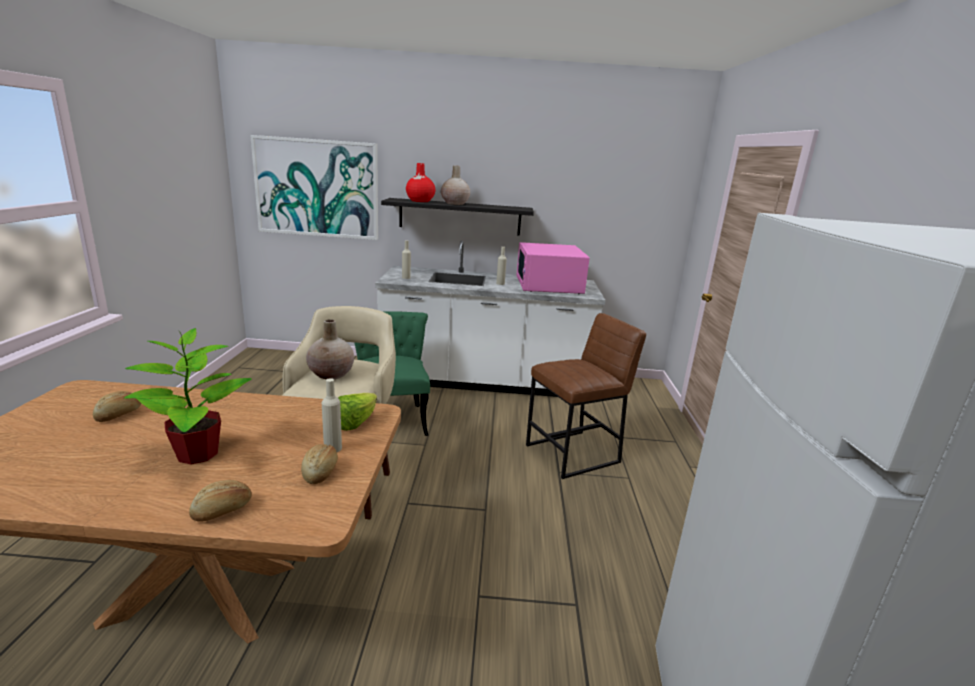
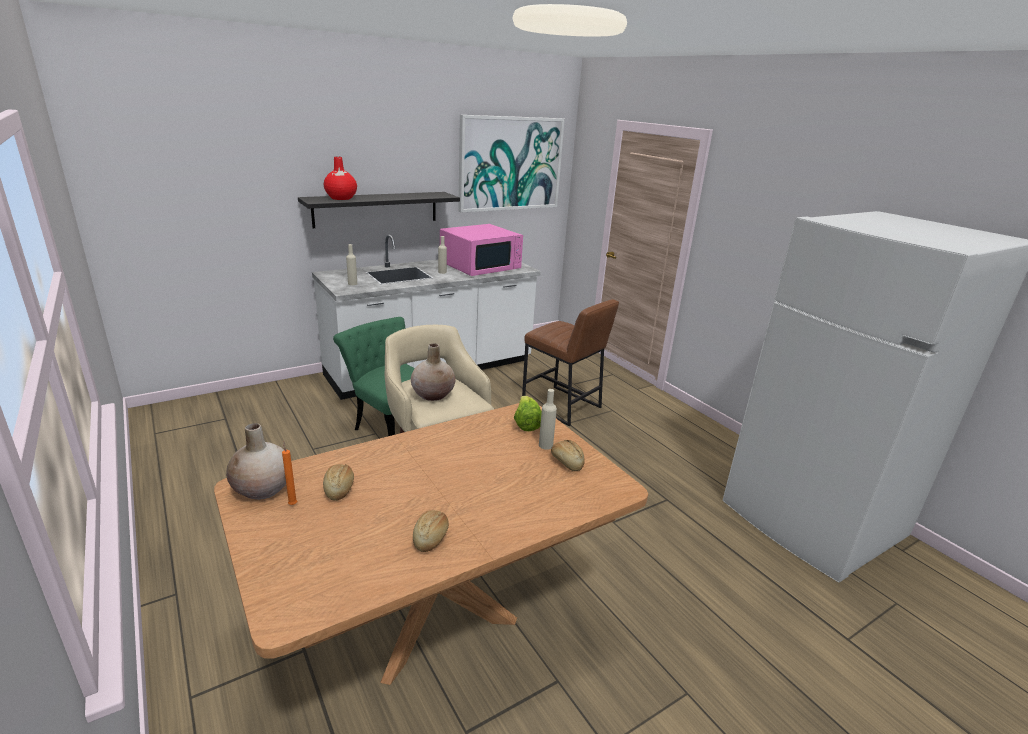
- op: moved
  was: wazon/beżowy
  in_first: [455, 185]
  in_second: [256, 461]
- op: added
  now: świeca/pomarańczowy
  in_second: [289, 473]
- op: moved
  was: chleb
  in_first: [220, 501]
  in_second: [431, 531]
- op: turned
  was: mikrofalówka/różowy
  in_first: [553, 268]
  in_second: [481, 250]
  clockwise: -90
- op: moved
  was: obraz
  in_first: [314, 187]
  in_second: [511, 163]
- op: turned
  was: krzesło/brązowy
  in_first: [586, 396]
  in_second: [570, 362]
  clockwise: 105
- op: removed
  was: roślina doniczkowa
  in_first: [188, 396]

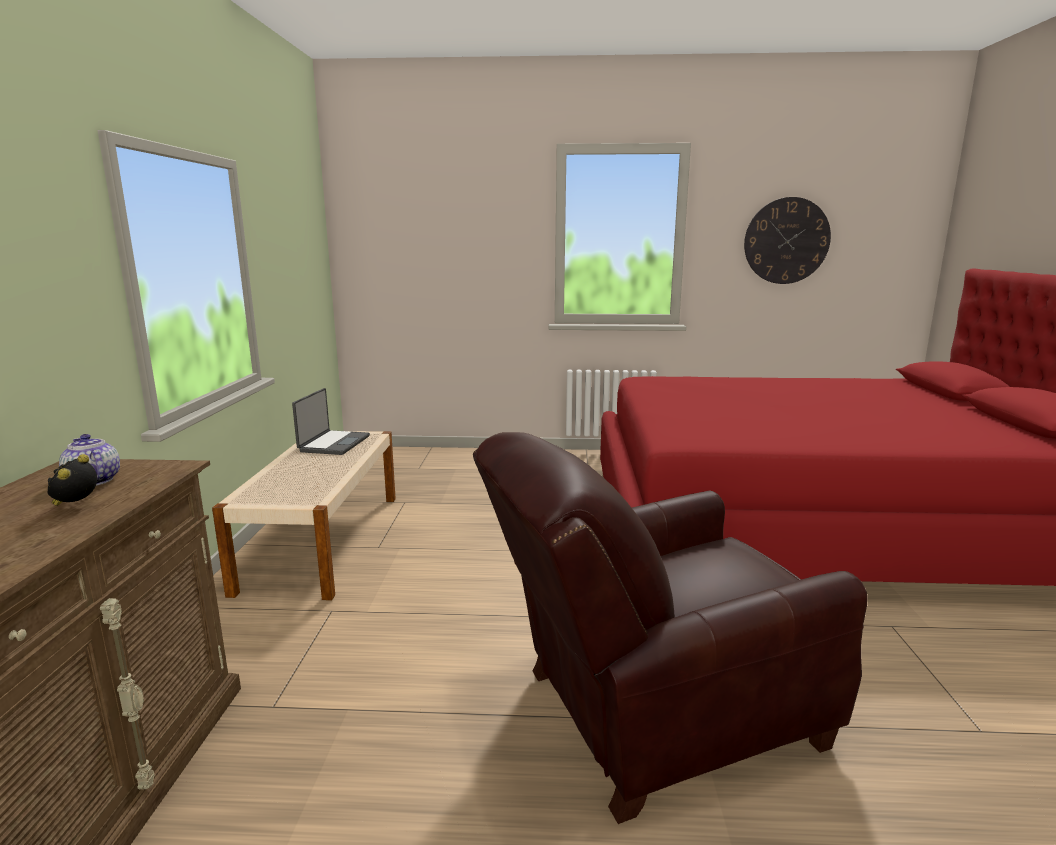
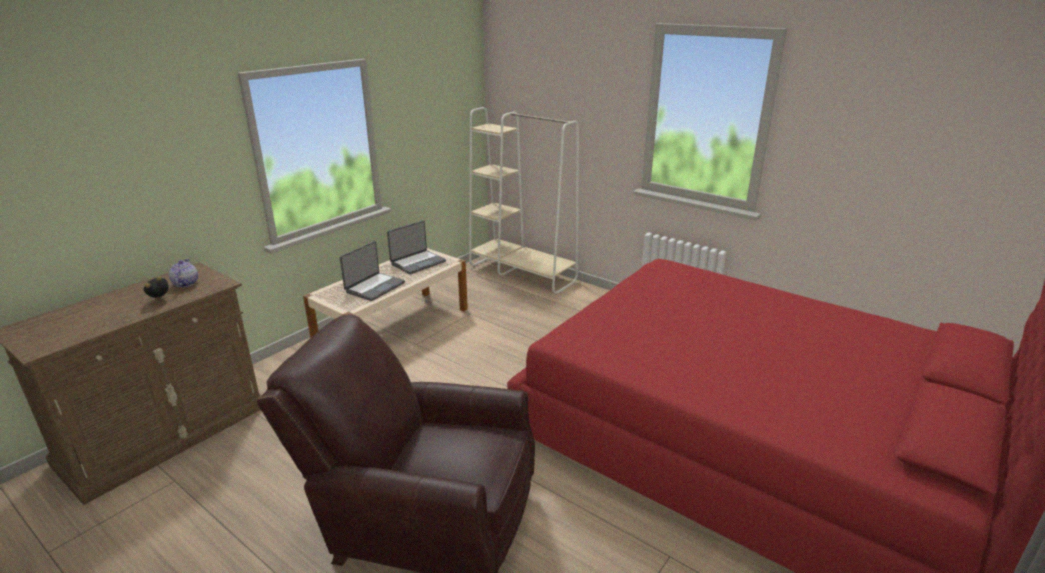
- op: added
  now: laptop
  in_second: [372, 271]
- op: added
  now: wieszak/beżowy
  in_second: [524, 200]
- op: removed
  was: zegar ścienny
  in_first: [787, 240]

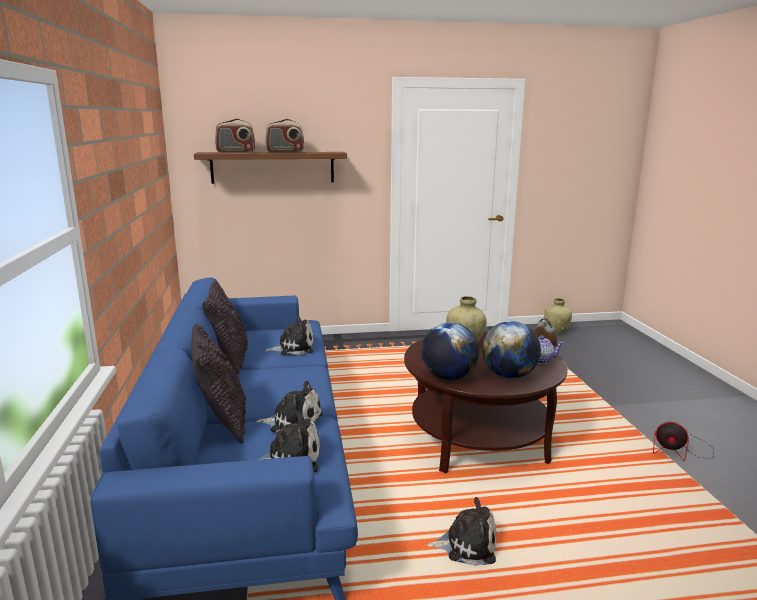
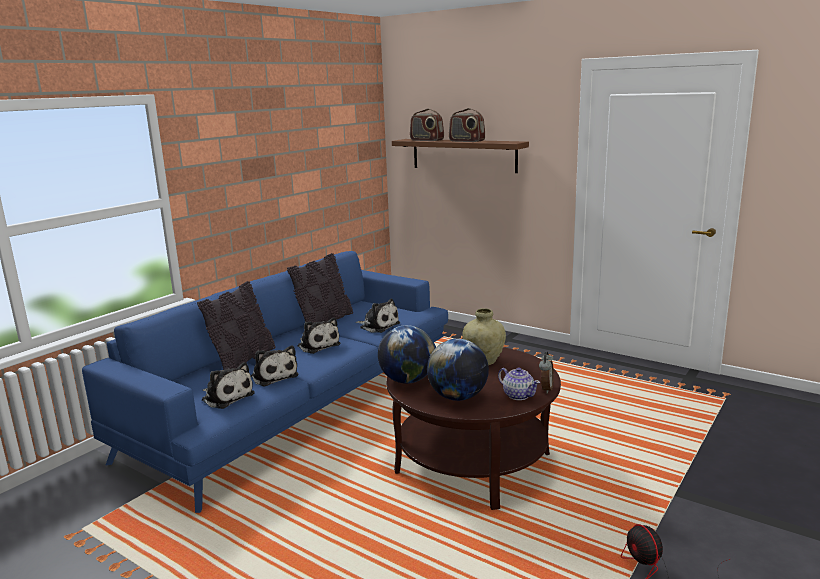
- op: moved
  was: pluszak
  in_first: [461, 531]
  in_second: [319, 335]
- op: removed
  was: wazon/beżowy
  in_first: [558, 316]

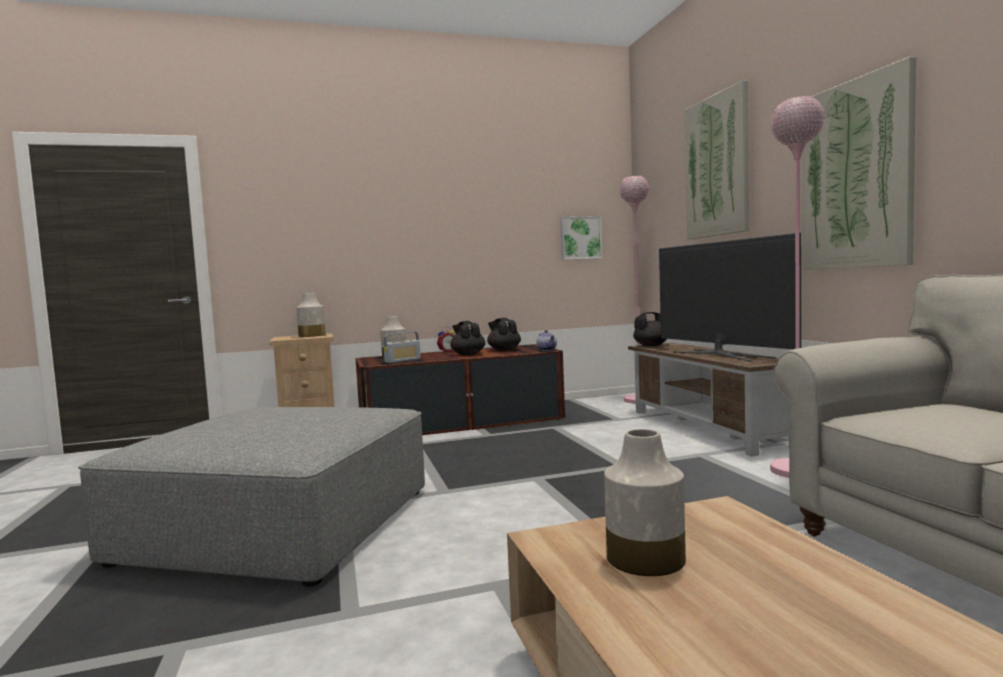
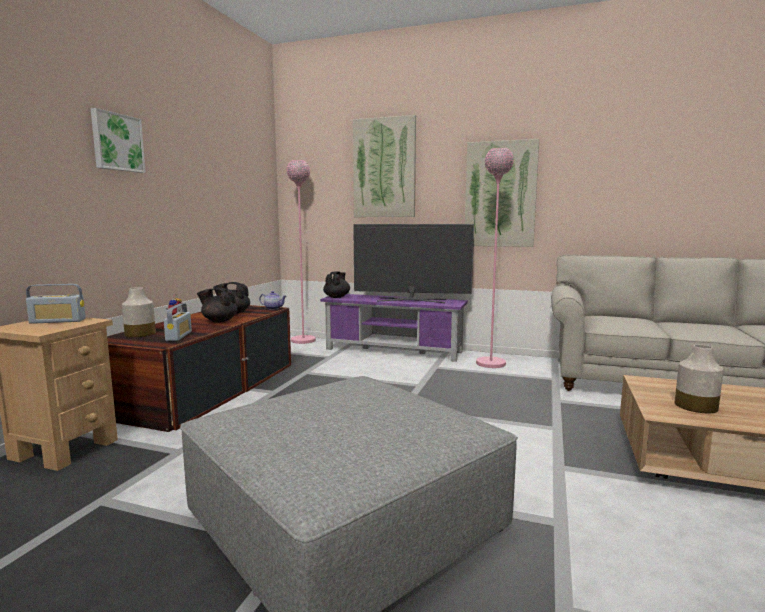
- op: replaced
  was: wazon/beżowy
  now: radio
  in_first: [311, 315]
  in_second: [56, 304]
- op: moved
  was: obraz
  in_first: [581, 238]
  in_second: [118, 140]
- op: recoloured
  was: szafka pod telewizor/brązowy
  now: szafka pod telewizor/fioletowy
  in_first: [708, 400]
  in_second: [394, 328]

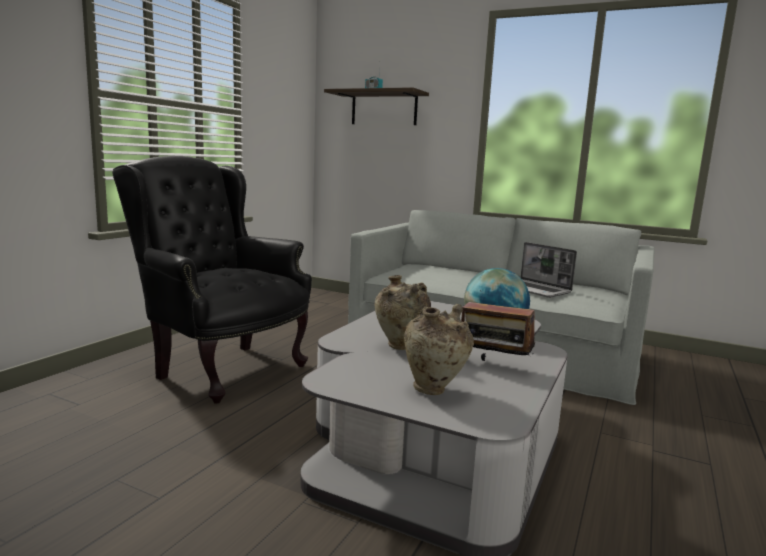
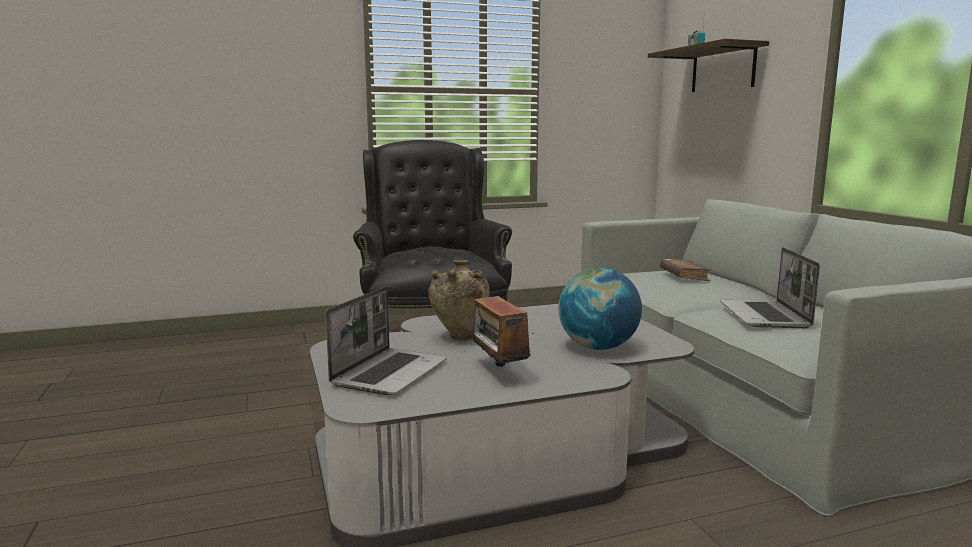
- op: replaced
  was: wazon/beżowy
  now: laptop
  in_first: [439, 349]
  in_second: [386, 340]
- op: added
  now: książka/brązowy
  in_second: [686, 270]

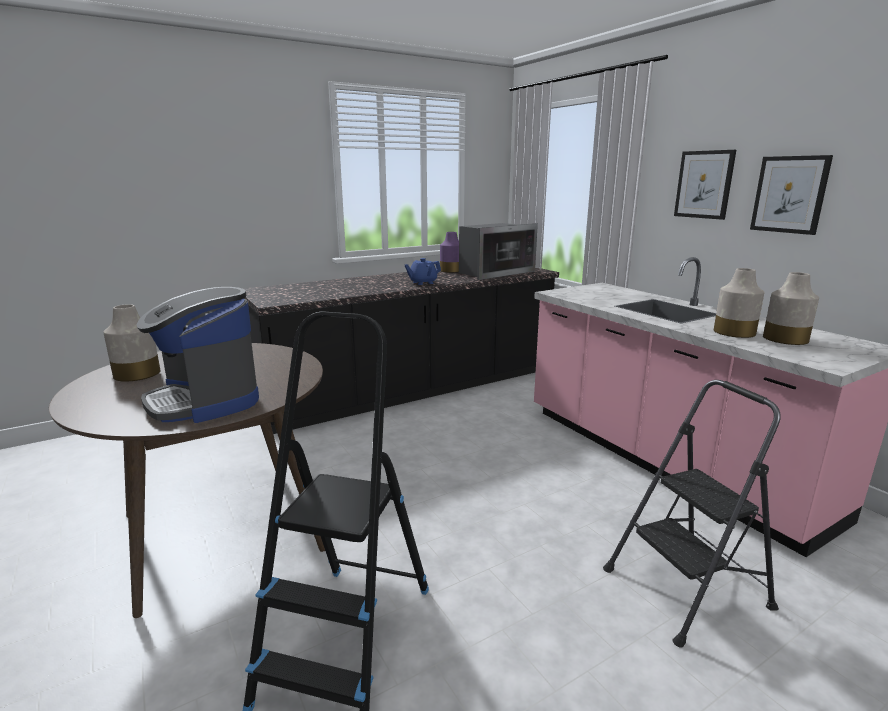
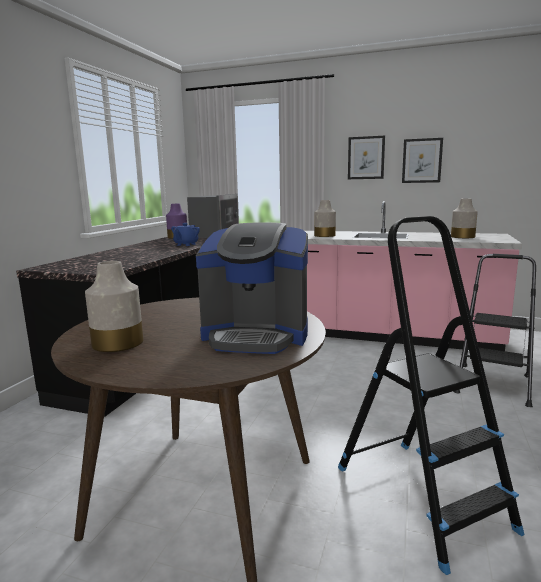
- op: moved
  was: wazon/beżowy
  in_first: [739, 303]
  in_second: [325, 218]

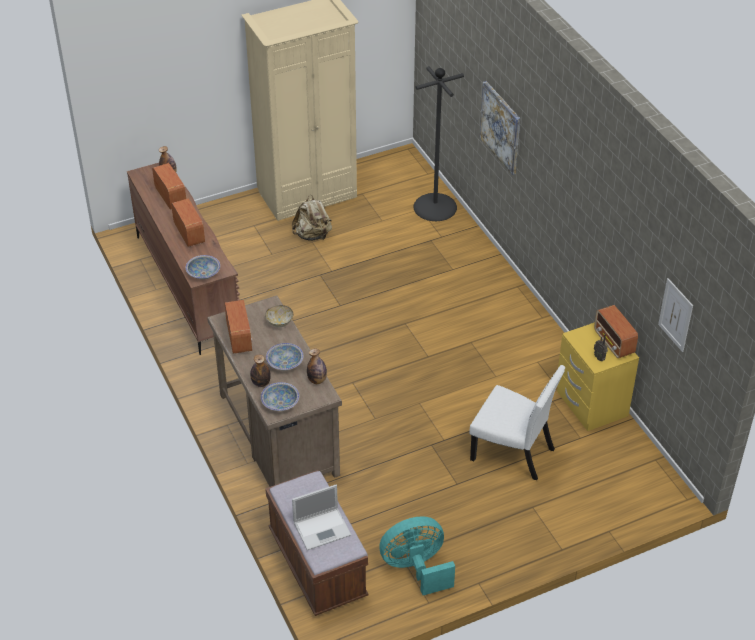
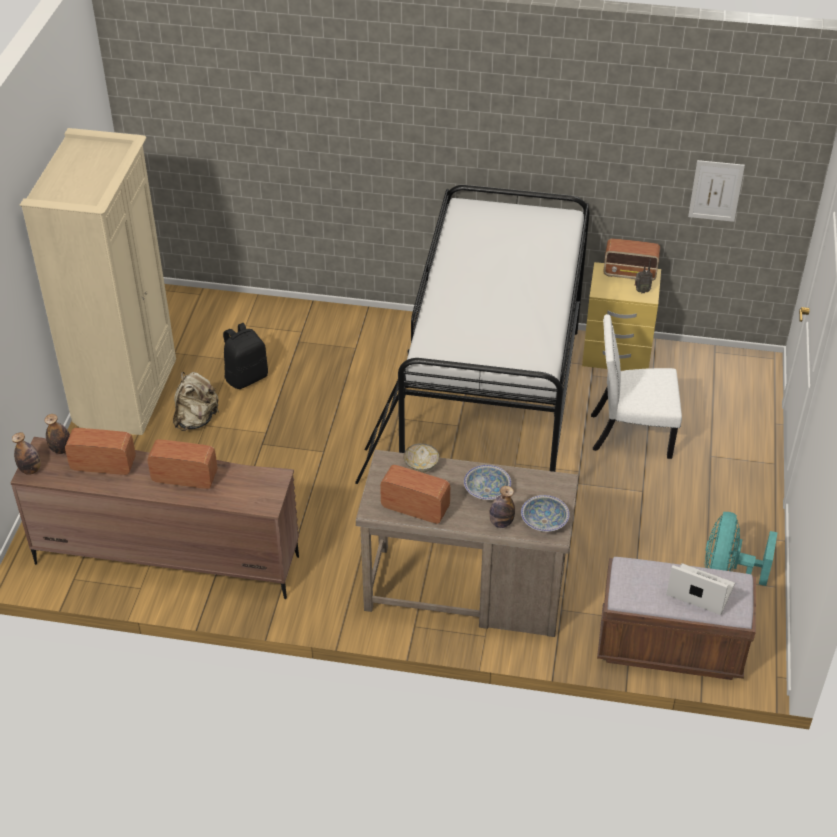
- op: moved
  was: butelka
  in_first: [317, 366]
  in_second: [26, 453]
- op: added
  now: plecak/czarny
  in_second: [245, 356]
- op: added
  now: łóżko/czarny
  in_second: [472, 334]
- op: turned
  was: krzesło/biały
  in_first: [517, 422]
  in_second: [636, 386]
  clockwise: -150
- op: turned
  was: laptop
  in_first: [321, 517]
  in_second: [700, 589]
  clockwise: -75
- op: removed
  was: miska
  in_first: [202, 267]
- op: removed
  was: wieszak/czarny
  in_first: [438, 143]
- op: removed
  was: obraz
  in_first: [500, 128]

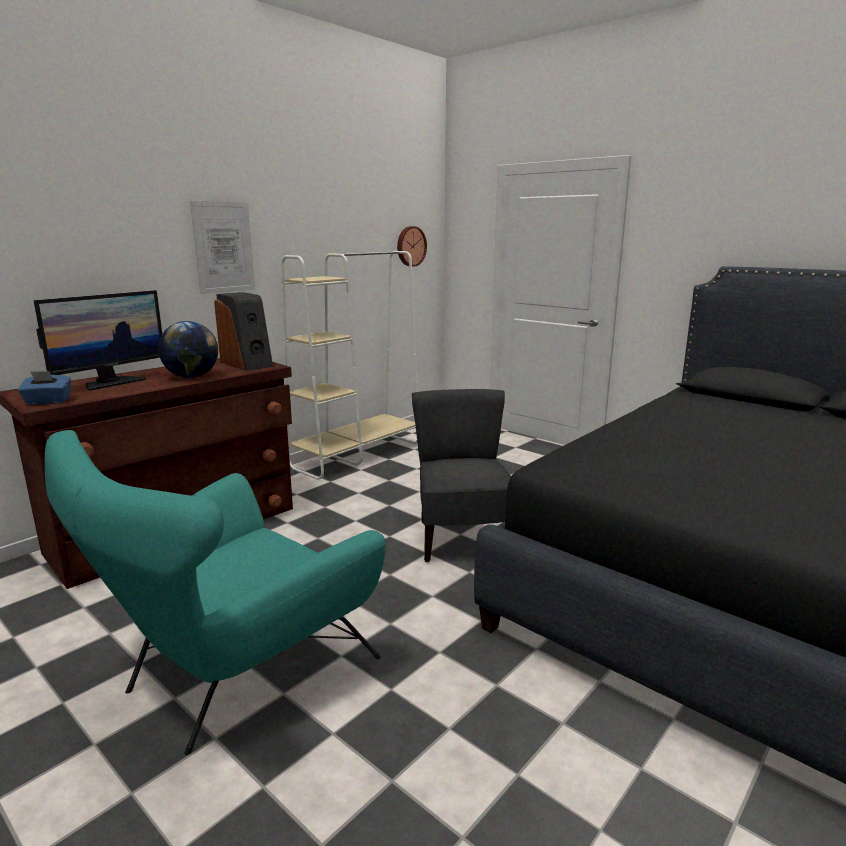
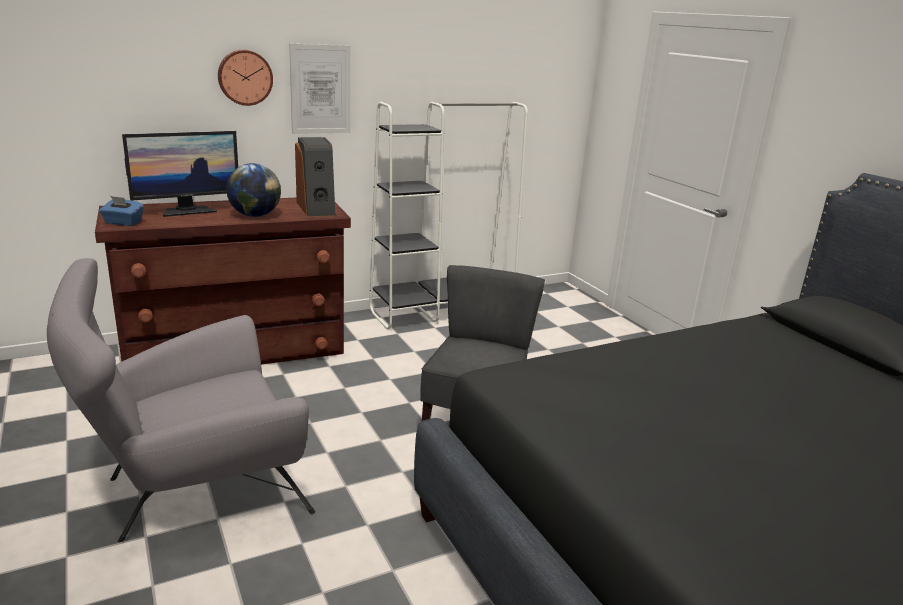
- op: recoloured
  was: fotel/turkusowy
  now: fotel/szary
  in_first: [215, 592]
  in_second: [181, 400]
- op: moved
  was: zegar ścienny
  in_first: [412, 246]
  in_second: [245, 78]
- op: recoloured
  was: wieszak/beżowy
  now: wieszak/czarny
  in_first: [349, 365]
  in_second: [448, 215]

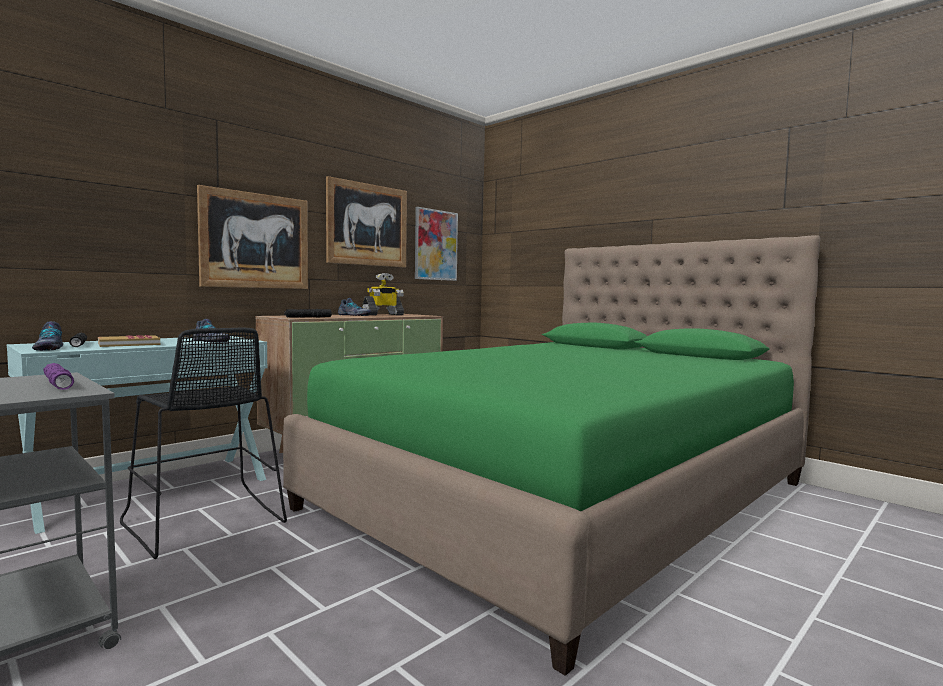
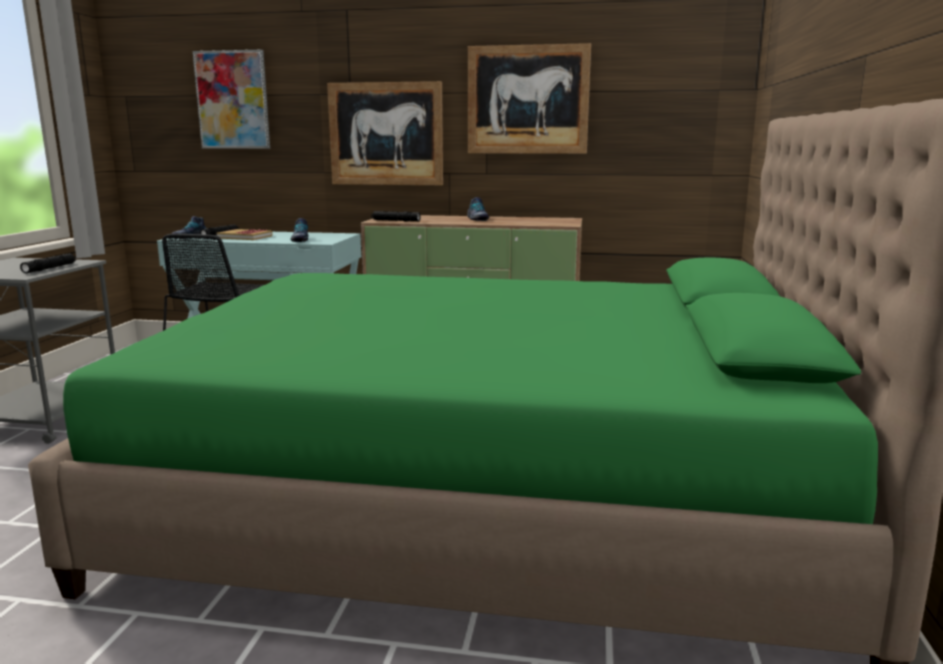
- op: recoloured
  was: latarka/fioletowy
  now: latarka/czarny
  in_first: [59, 376]
  in_second: [48, 263]
- op: moved
  was: obraz
  in_first: [436, 244]
  in_second: [231, 99]
- op: removed
  was: robot zabawkowy
  in_first: [383, 294]

